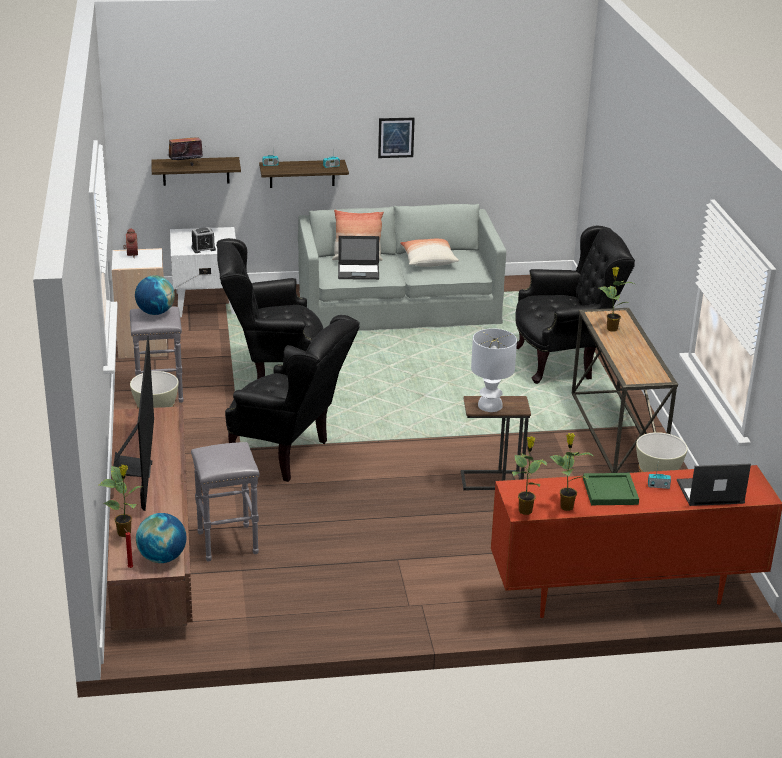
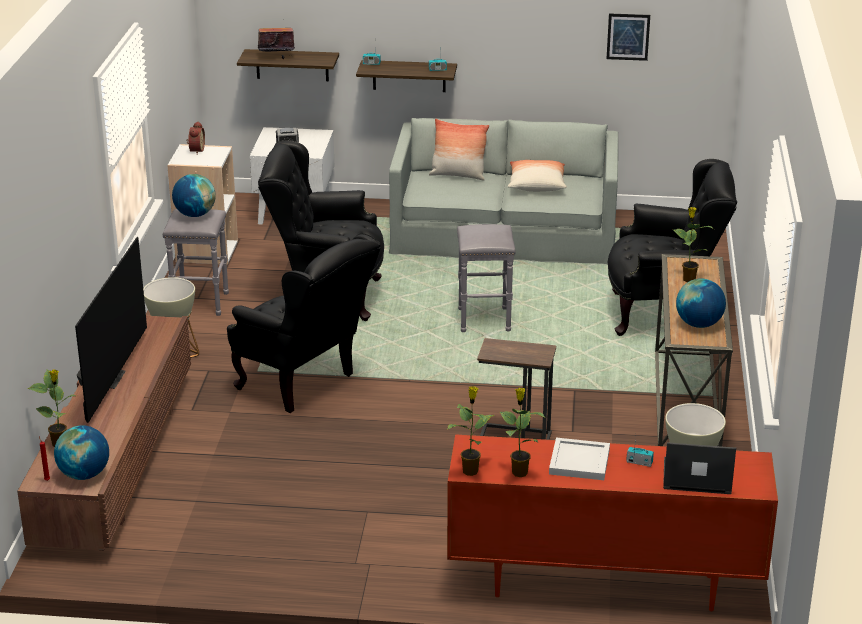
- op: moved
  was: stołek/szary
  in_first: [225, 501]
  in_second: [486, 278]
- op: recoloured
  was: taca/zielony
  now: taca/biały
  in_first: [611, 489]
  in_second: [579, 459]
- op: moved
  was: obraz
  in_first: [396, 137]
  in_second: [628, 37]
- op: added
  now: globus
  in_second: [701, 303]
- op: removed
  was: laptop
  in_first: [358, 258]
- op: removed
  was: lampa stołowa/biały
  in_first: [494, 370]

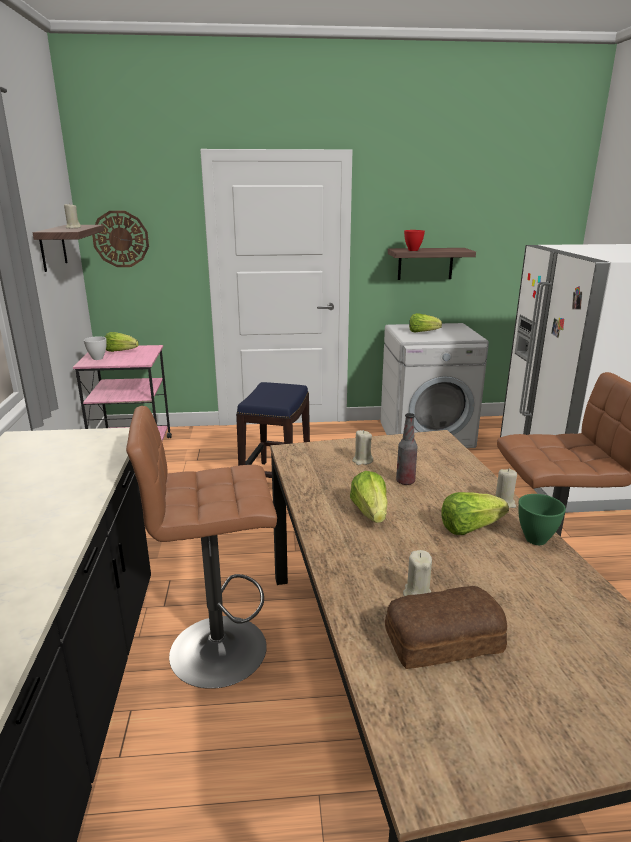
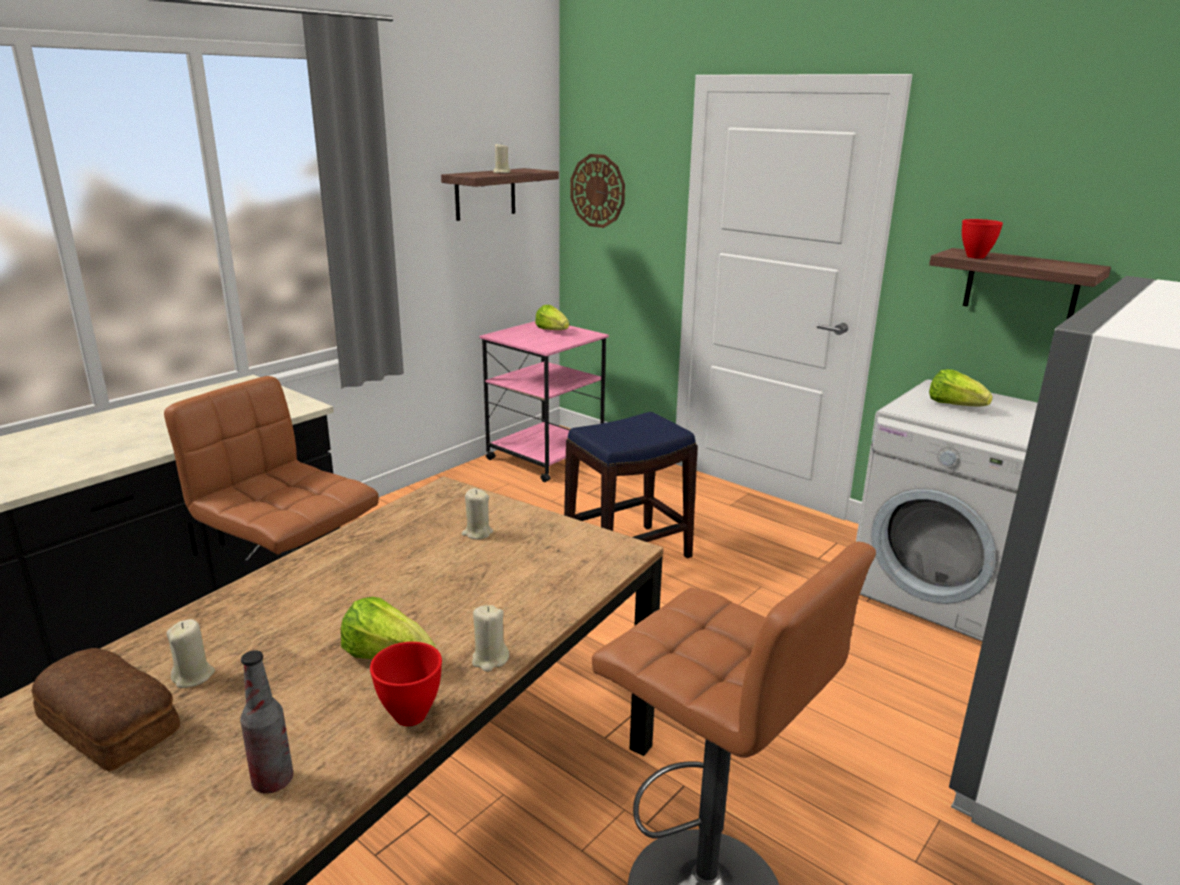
- op: moved
  was: butelka
  in_first: [407, 449]
  in_second: [266, 722]
- op: recoloured
  was: miska/zielony
  now: miska/czerwony
  in_first: [542, 519]
  in_second: [406, 684]
- op: removed
  was: miska/biały
  in_first: [95, 348]
- op: removed
  was: sałata
  in_first: [369, 497]

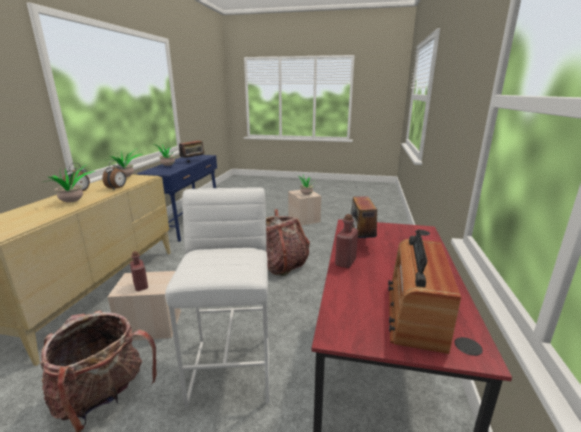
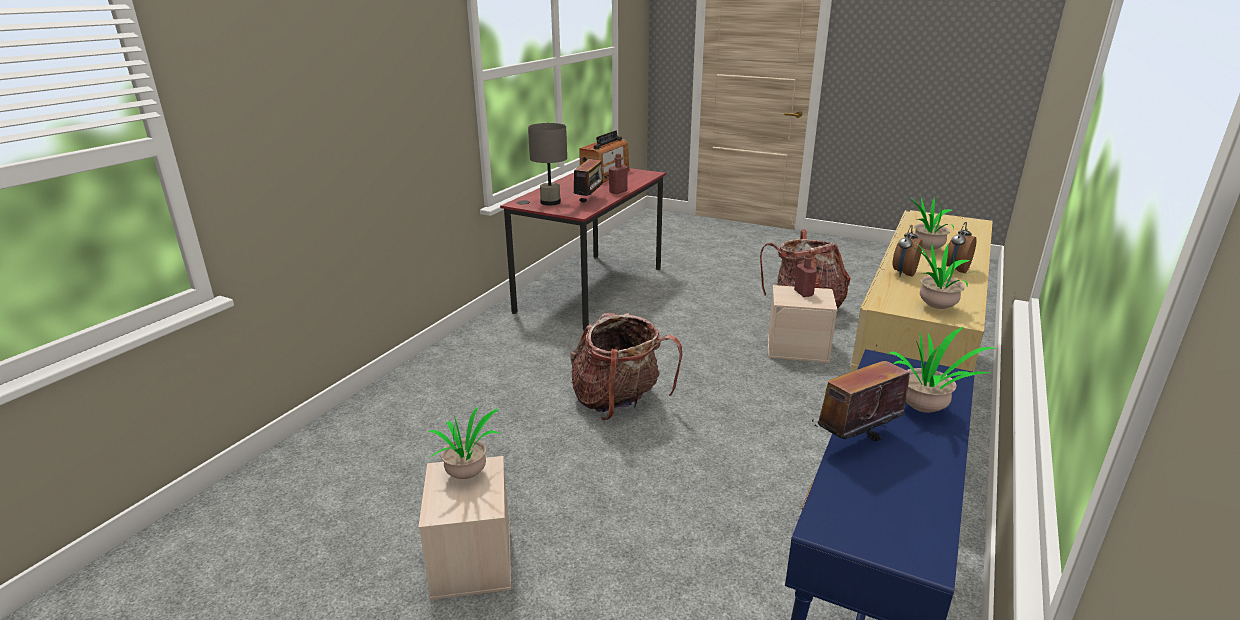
- op: added
  now: lampa stołowa/szary
  in_second: [547, 164]
- op: removed
  was: stołek/biały
  in_first: [217, 297]

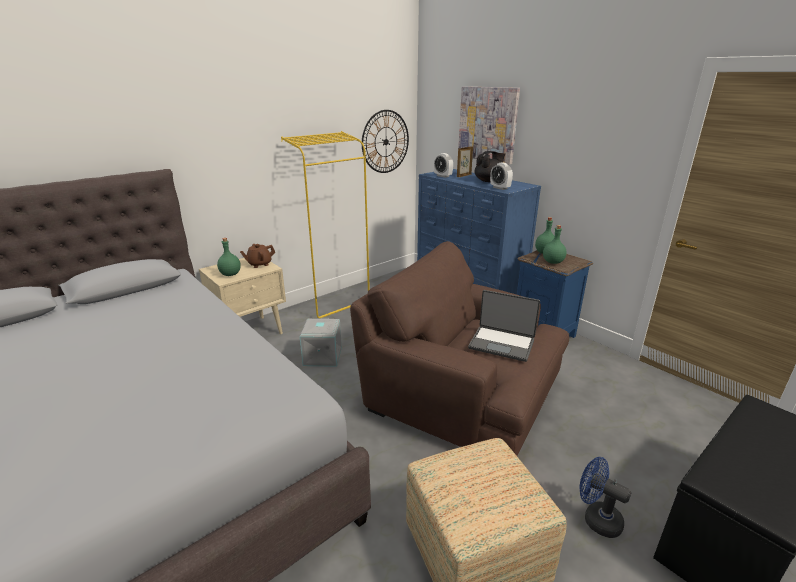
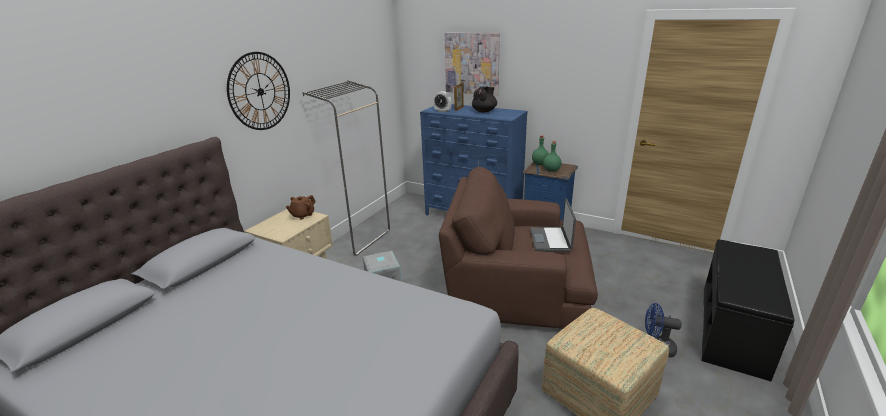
- op: moved
  was: zegar ścienny
  in_first: [385, 141]
  in_second: [258, 91]
- op: recoloured
  was: wieszak/żółty
  now: wieszak/szary
  in_first: [325, 224]
  in_second: [346, 168]
- op: turned
  was: laptop
  in_first: [504, 326]
  in_second: [553, 225]
  clockwise: 90
- op: removed
  was: butelka/zielony
  in_first: [229, 257]
- op: removed
  was: budzik
  in_first: [501, 176]

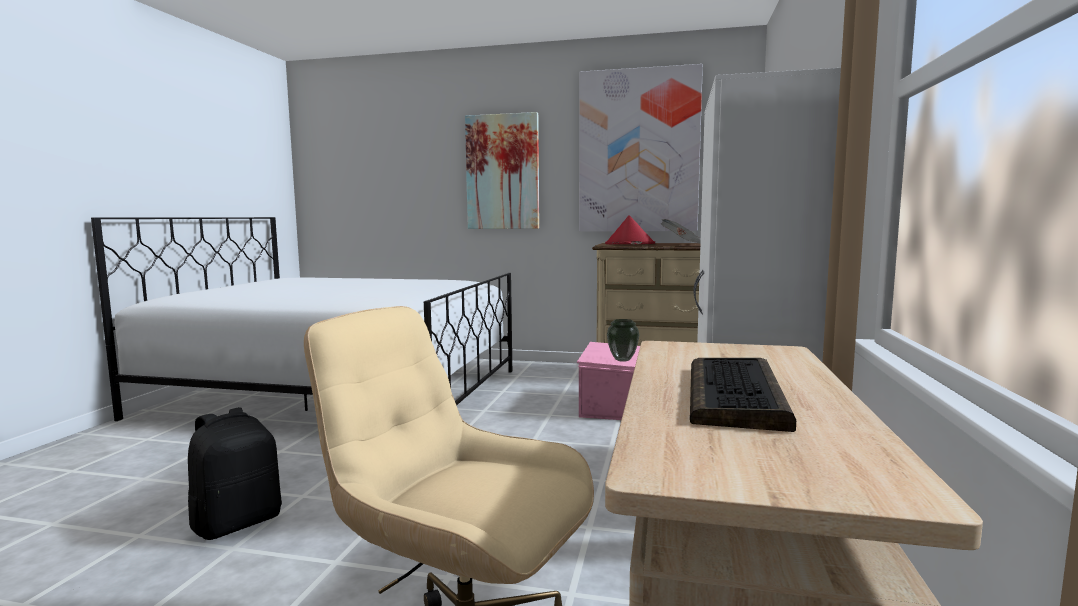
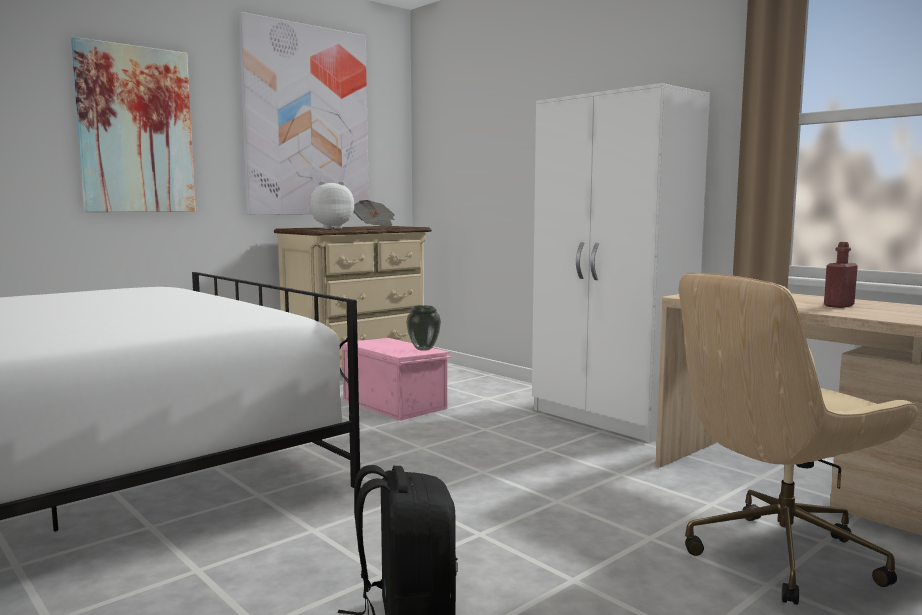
- op: replaced
  was: kapelusz/czerwony
  now: pluszak
  in_first: [630, 229]
  in_second: [332, 205]
- op: replaced
  was: klawiatura
  now: butelka/czerwony
  in_first: [743, 395]
  in_second: [841, 275]

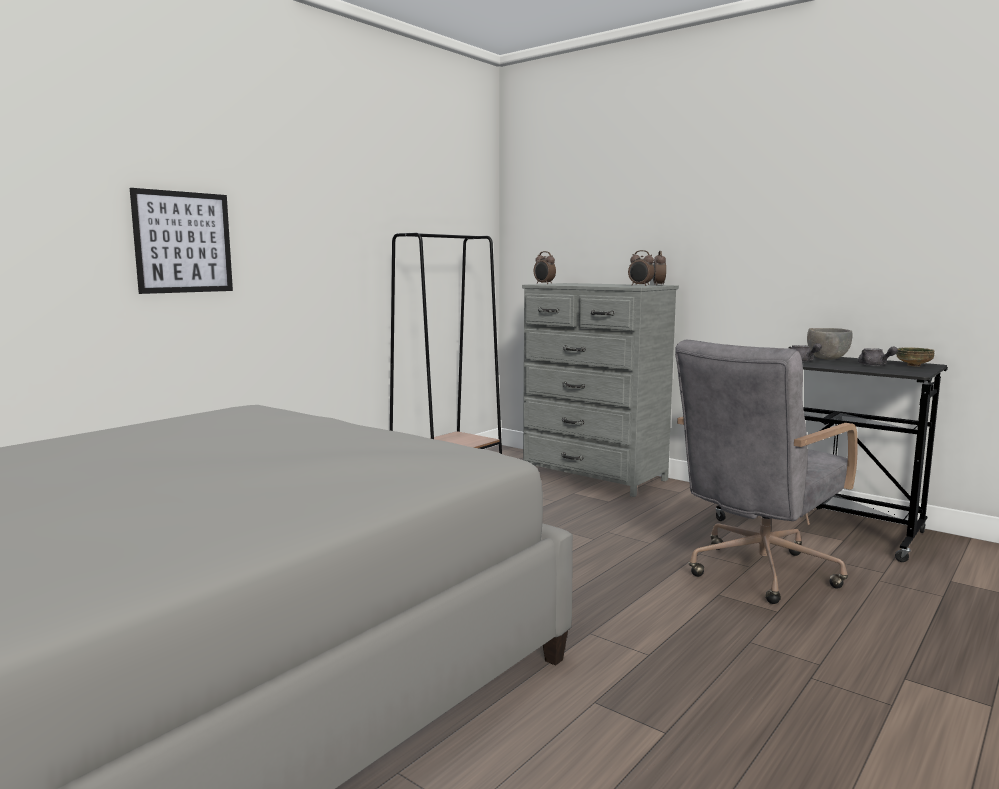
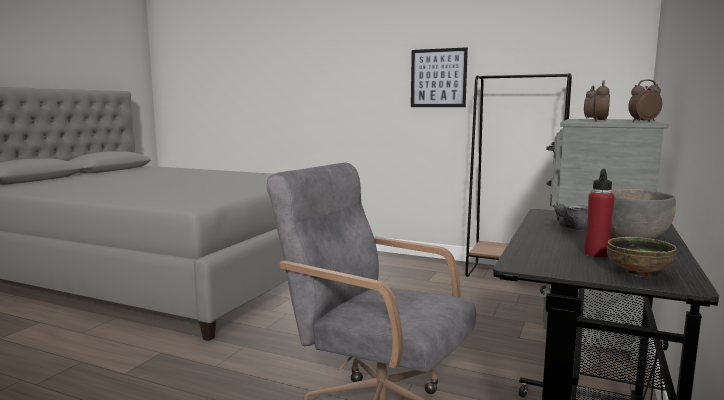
- op: moved
  was: obraz
  in_first: [181, 241]
  in_second: [439, 77]
- op: replaced
  was: imbryk/szary
  now: butelka/czerwony
  in_first: [878, 356]
  in_second: [599, 213]

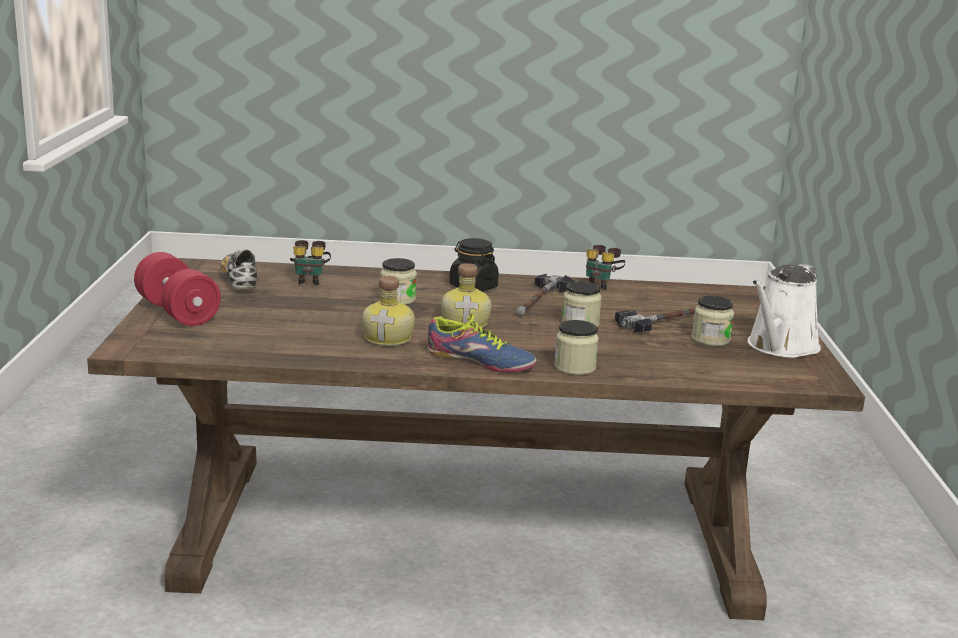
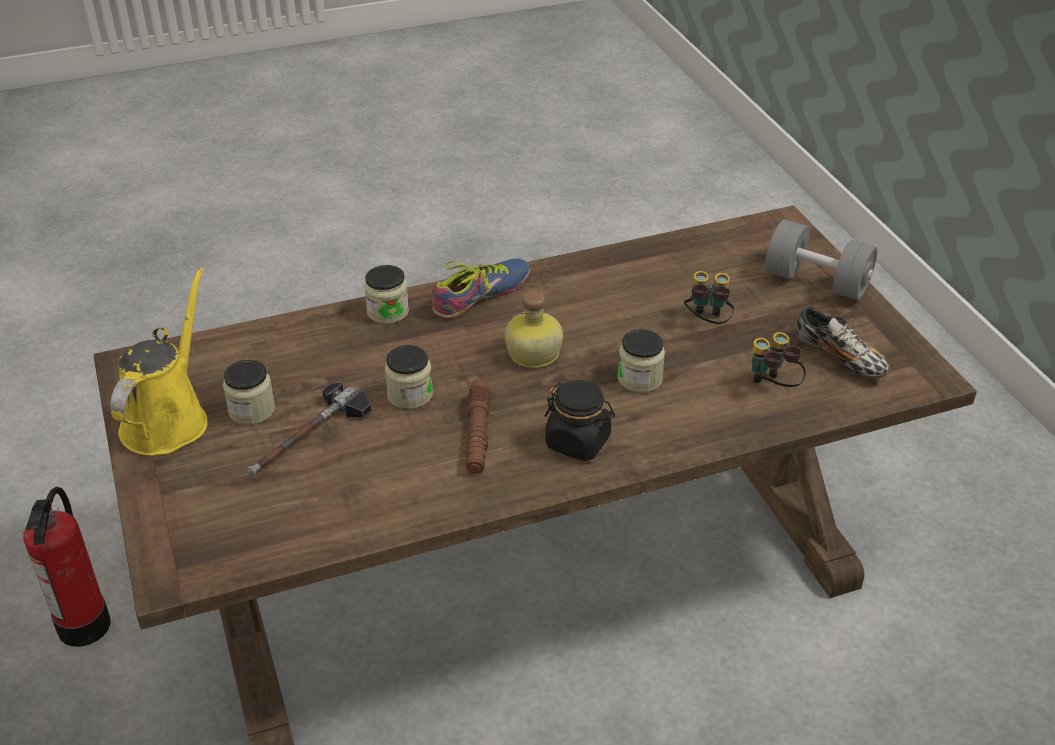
- op: added
  now: gaśnica
  in_second: [67, 567]
- op: recoloured
  was: konewka/biały
  now: konewka/żółty
  in_first: [784, 311]
  in_second: [159, 361]
- op: turned
  was: but
  in_first: [482, 343]
  in_second: [481, 289]
  clockwise: 135
- op: replaced
  was: młotek
  now: latarka/brązowy
  in_first: [545, 294]
  in_second: [478, 427]
- op: moved
  was: lornetka
  in_first: [605, 267]
  in_second: [709, 297]
- op: recoloured
  was: hantel/czerwony
  now: hantel/szary
  in_first: [177, 289]
  in_second: [821, 259]
- op: removed
  was: butelka
  in_first: [388, 311]

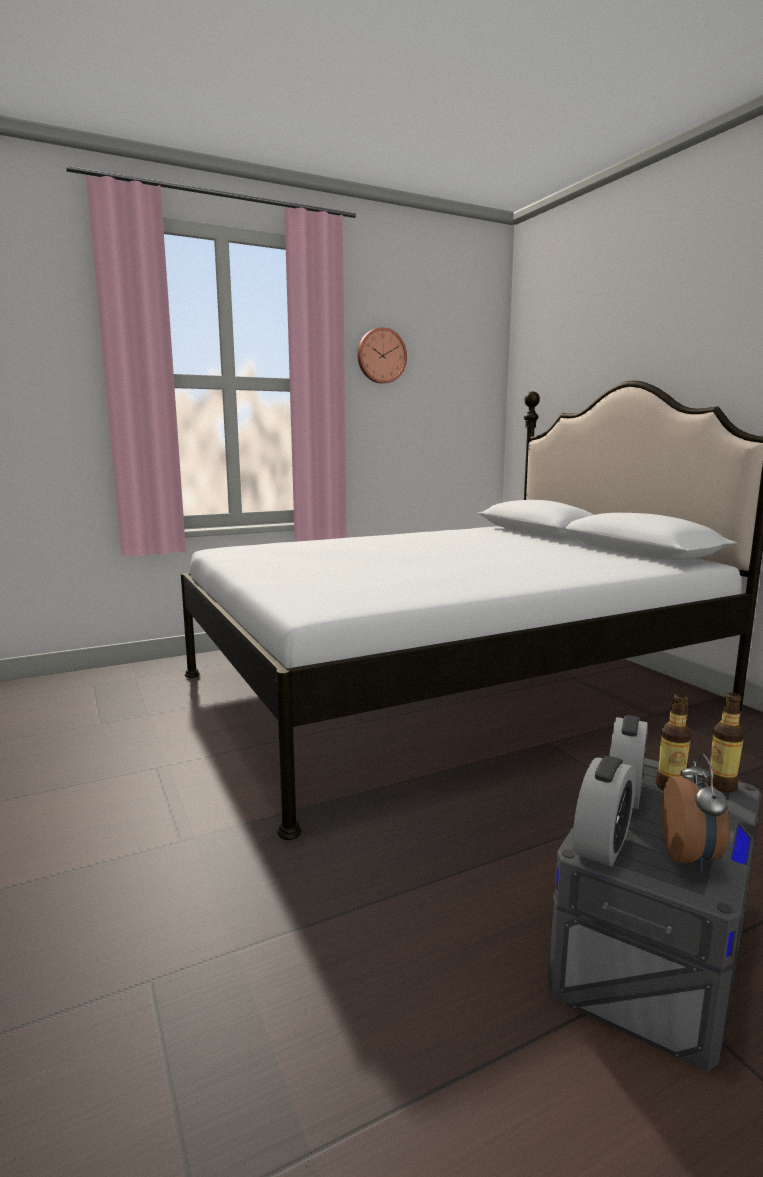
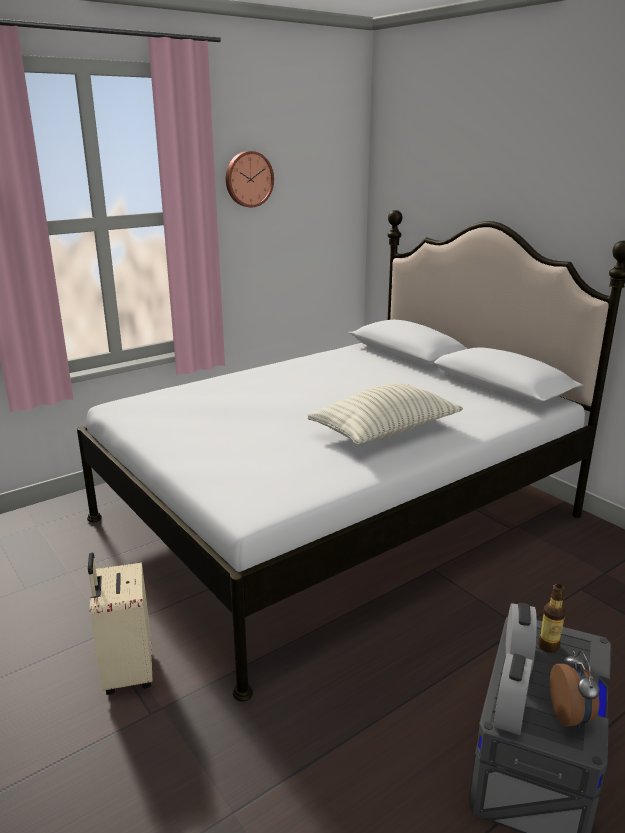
- op: added
  now: walizka/beżowy
  in_second: [120, 624]
- op: added
  now: poduszka
  in_second: [385, 414]
- op: removed
  was: butelka
  in_first: [725, 743]

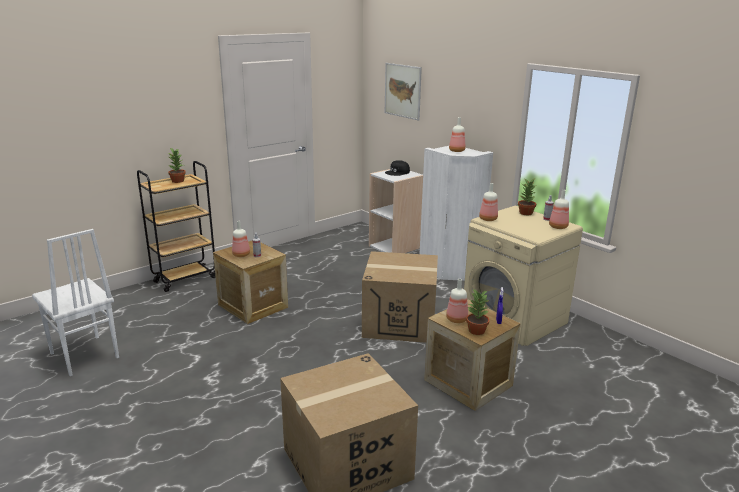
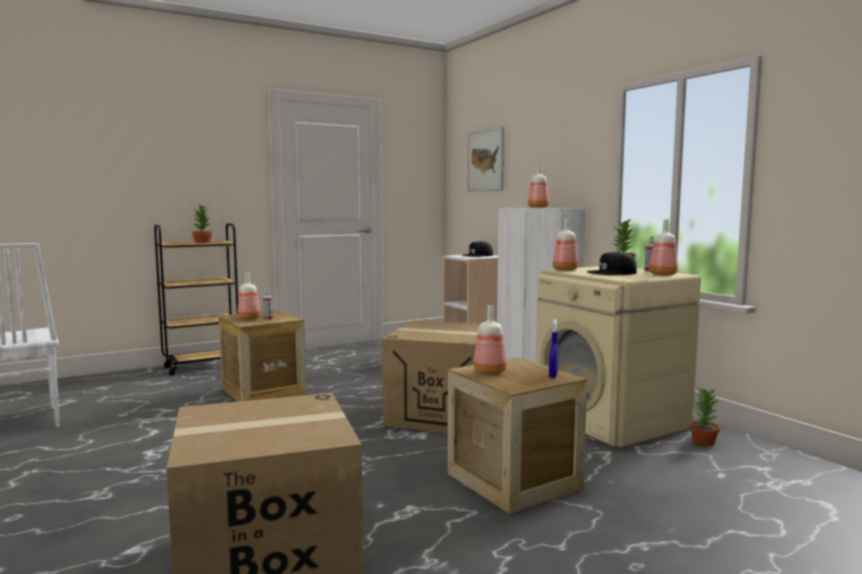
- op: added
  now: czapka z daszkiem/czarny
  in_second: [612, 263]
- op: moved
  was: roślina doniczkowa
  in_first: [477, 312]
  in_second: [705, 416]

